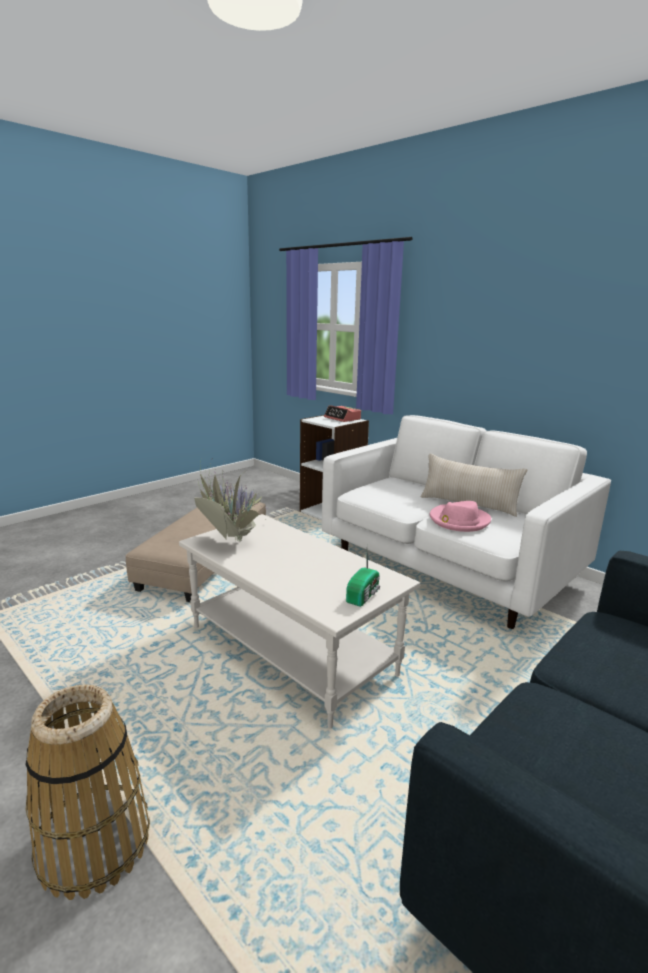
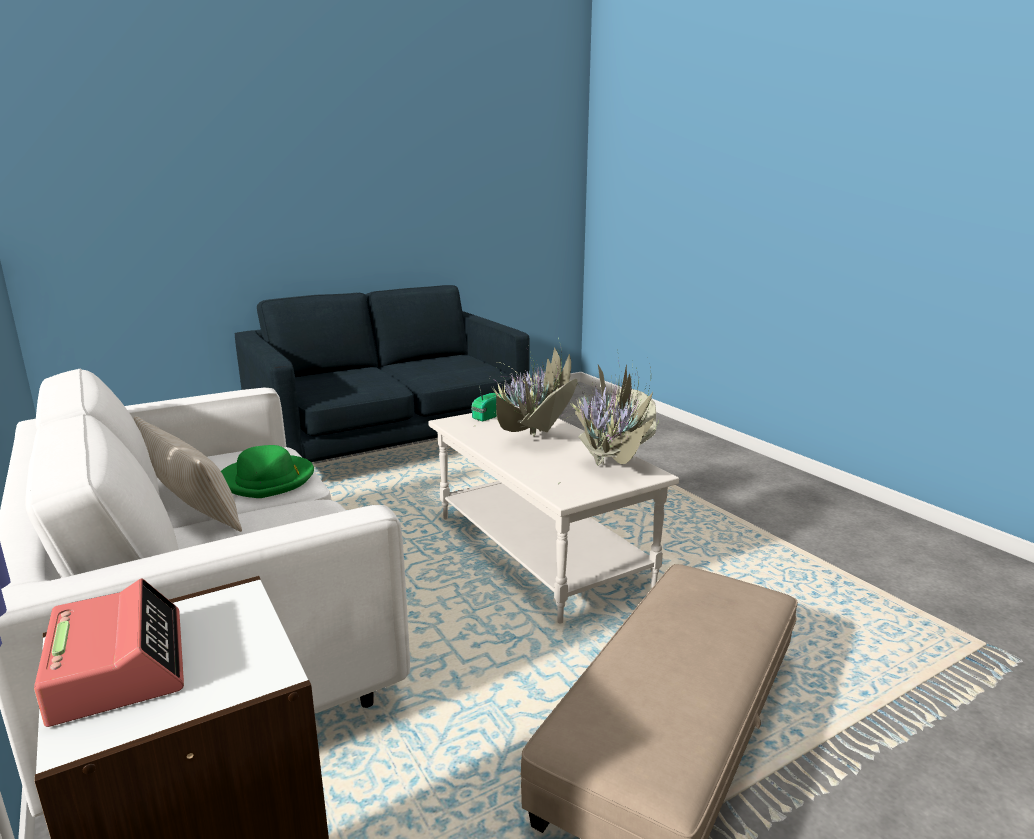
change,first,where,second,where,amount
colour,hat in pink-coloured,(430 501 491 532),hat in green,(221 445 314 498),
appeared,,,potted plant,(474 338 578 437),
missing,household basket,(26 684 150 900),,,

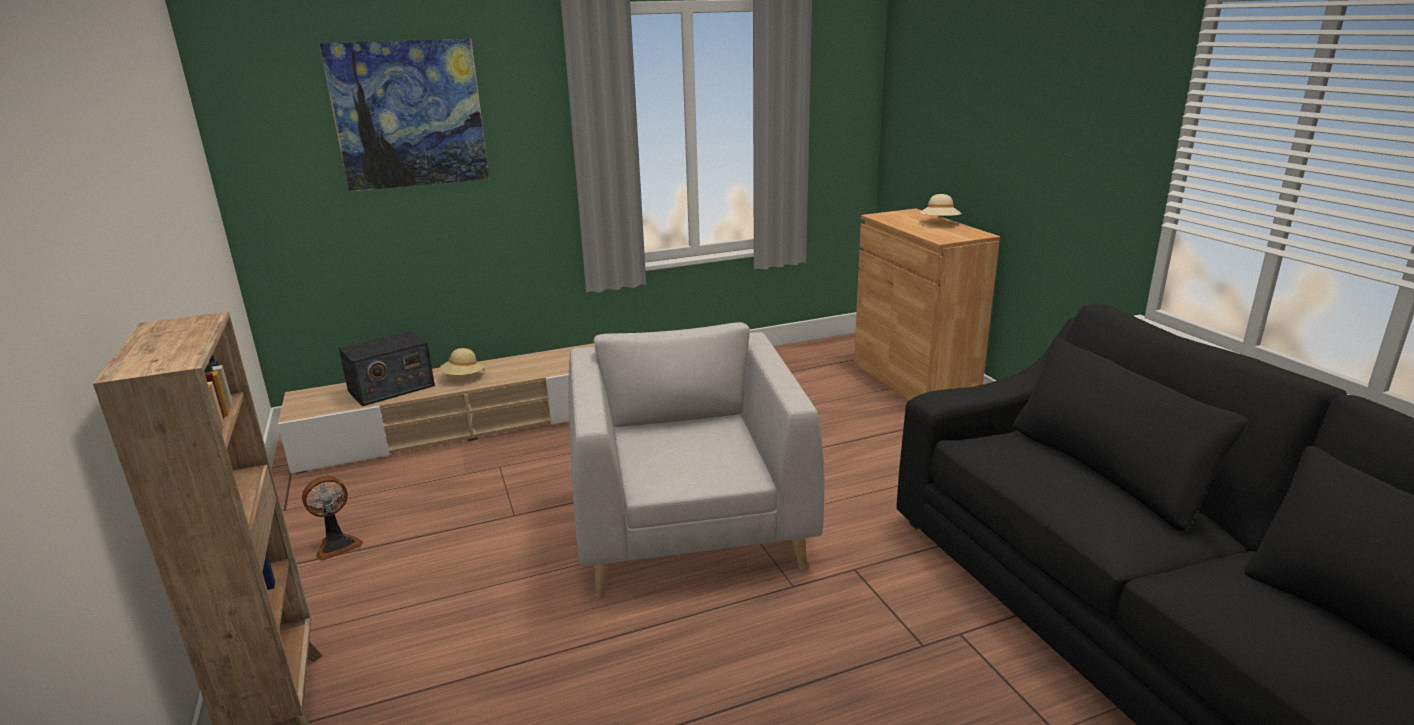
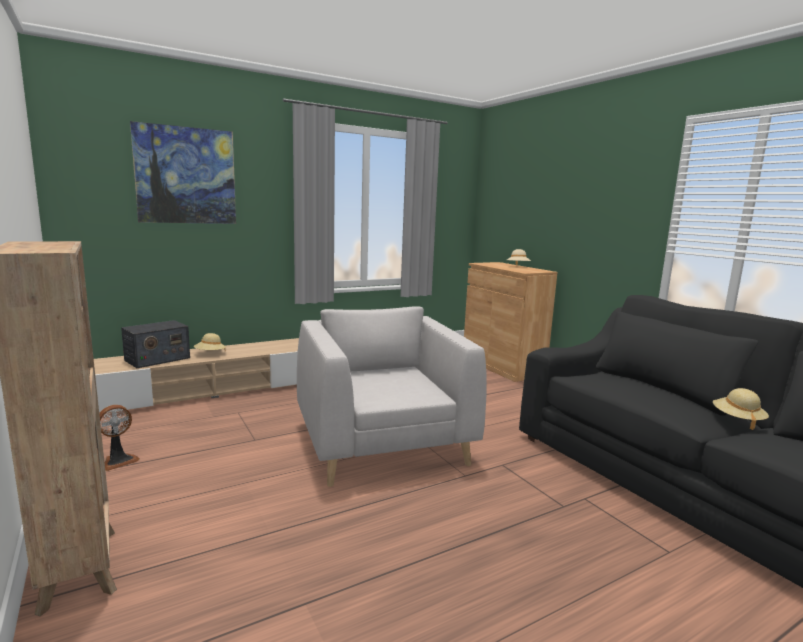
change,first,where,second,where,amount
appeared,,,hat in beige,(713 388 769 430),

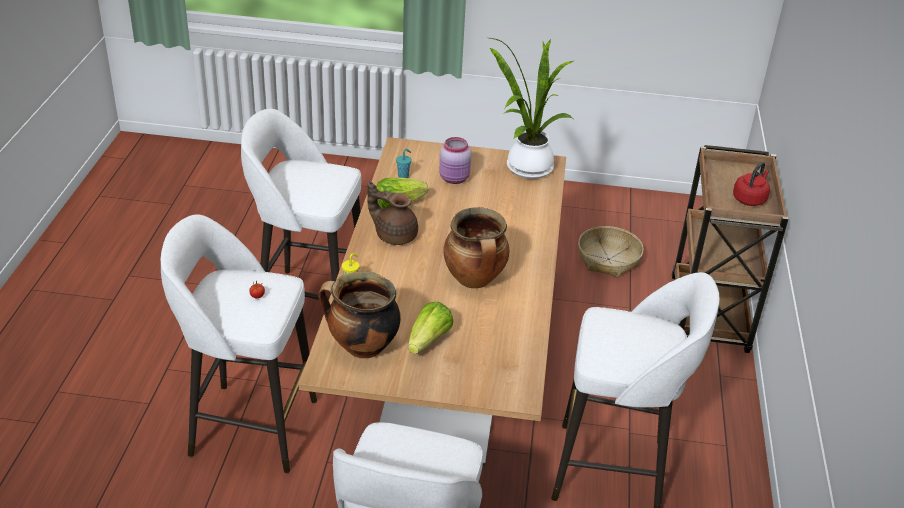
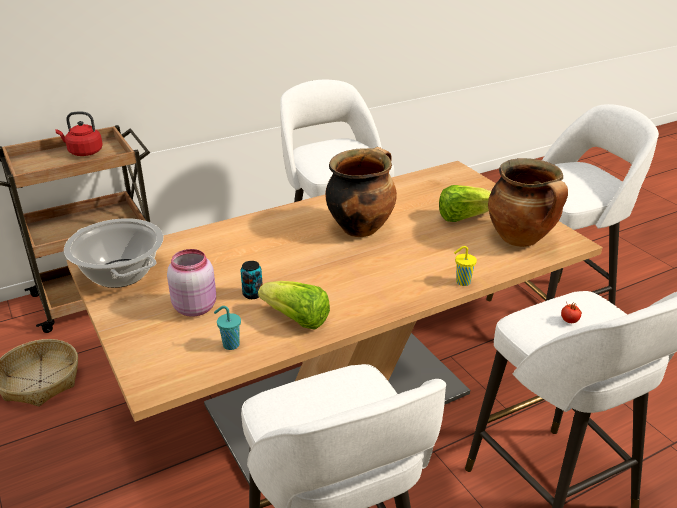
change,first,where,second,where,amount
exchanged,potted plant,(490 38 573 179),stockpot,(64 218 163 288),
appeared,,,metal can,(241 261 263 299),
missing,pot for tea in brown,(367 181 418 245),,,

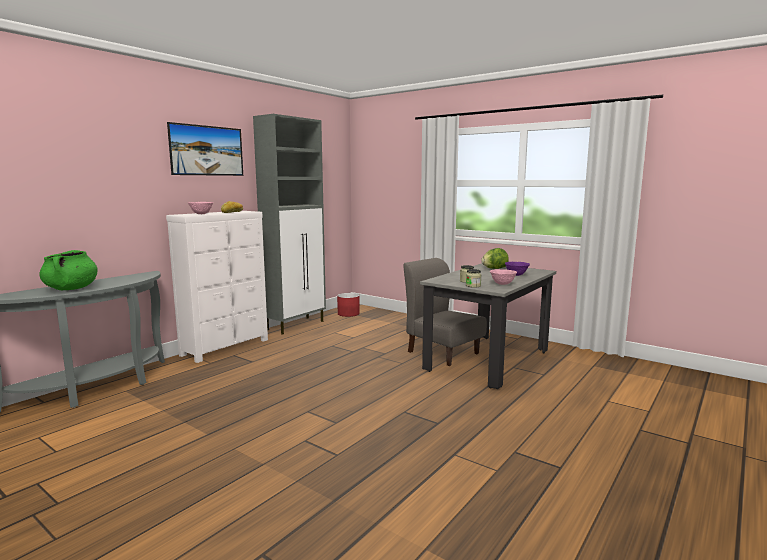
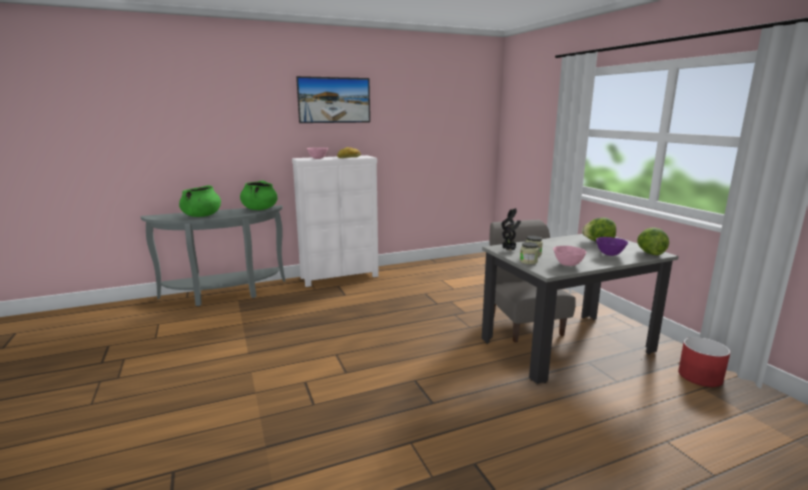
change,first,where,second,where,amount
appeared,,,stockpot in green,(240 180 278 210),
appeared,,,potted plant,(502 208 521 251),
appeared,,,lettuce,(637 227 669 255),
relocated,flower pot in red,(337 293 360 317),,(678 337 730 387),
missing,cabinet in gray,(253 114 326 335),,,

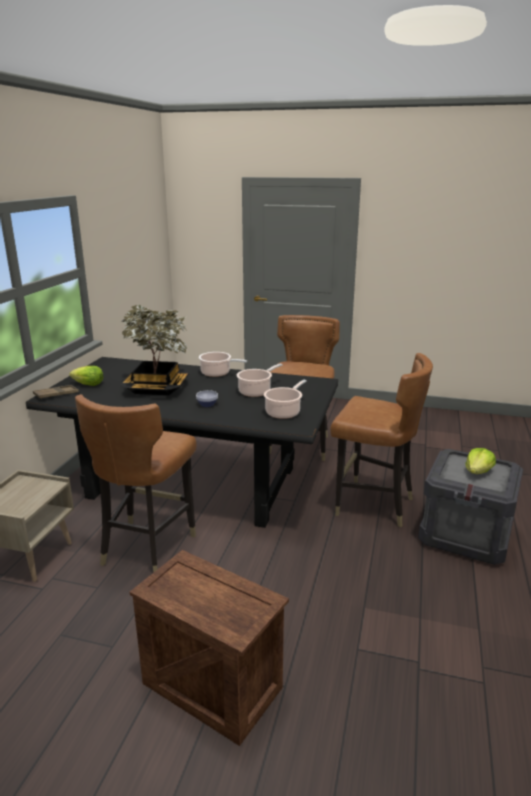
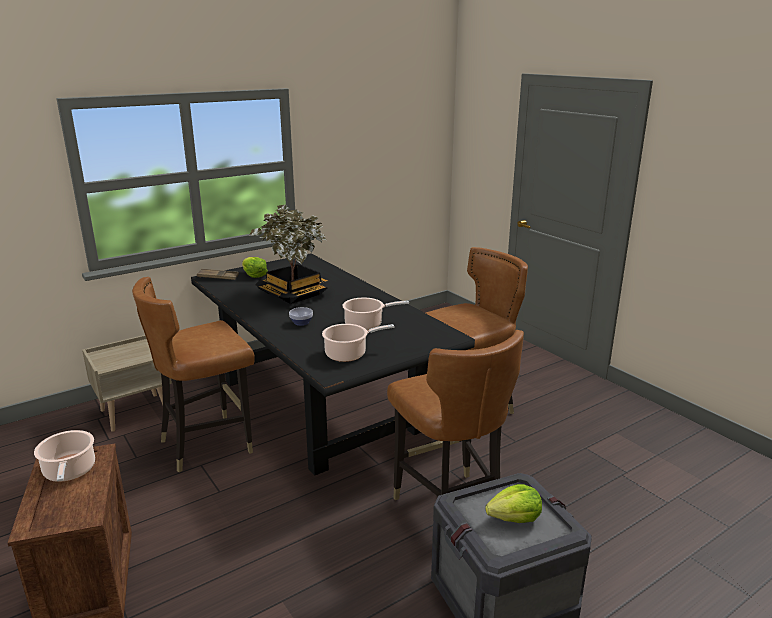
change,first,where,second,where,amount
relocated,stockpot,(199 352 247 377),,(34 430 95 482),

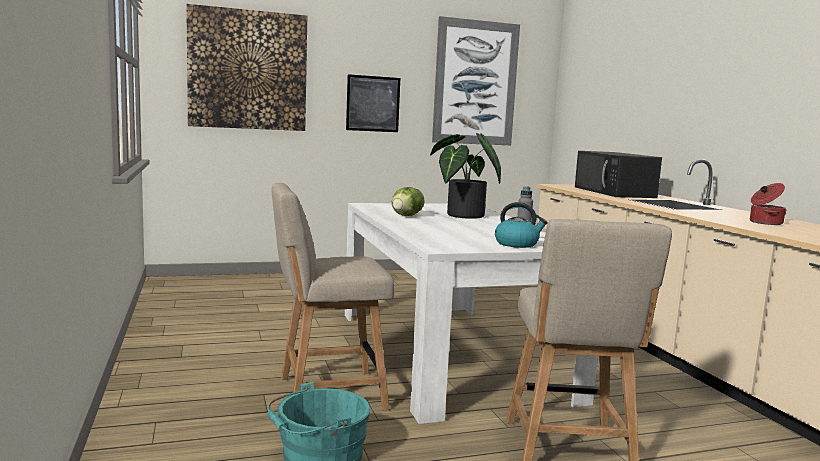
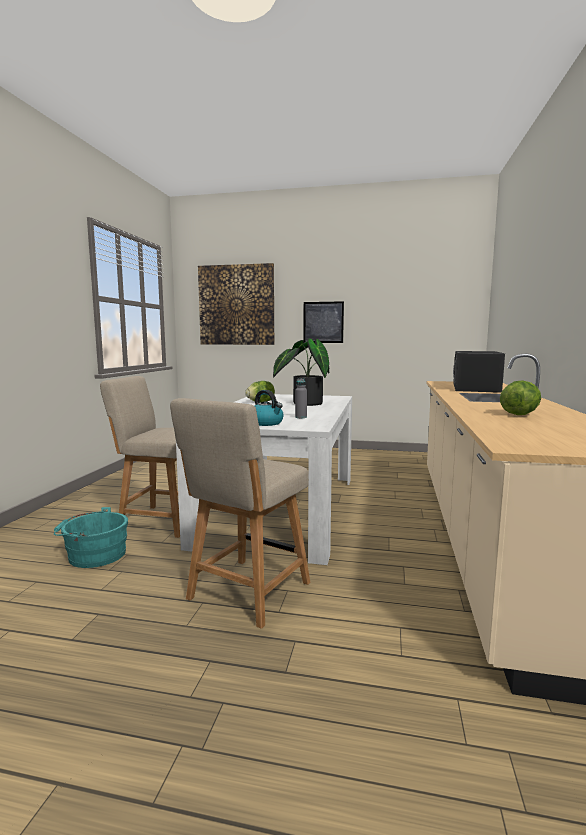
change,first,where,second,where,amount
exchanged,stockpot,(750 183 787 225),lettuce,(500 380 541 415),
missing,wall picture,(432 16 520 145),,,

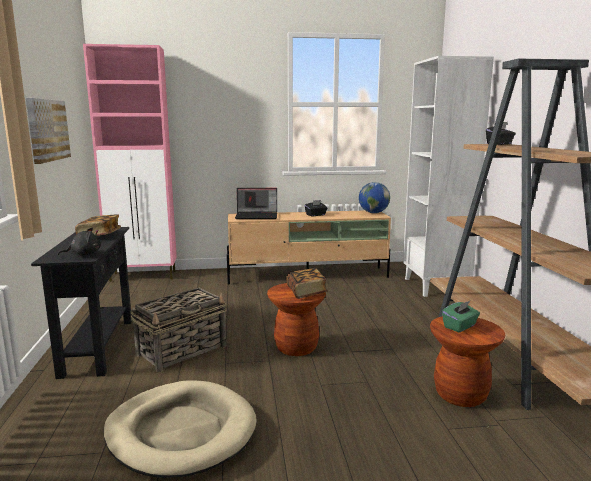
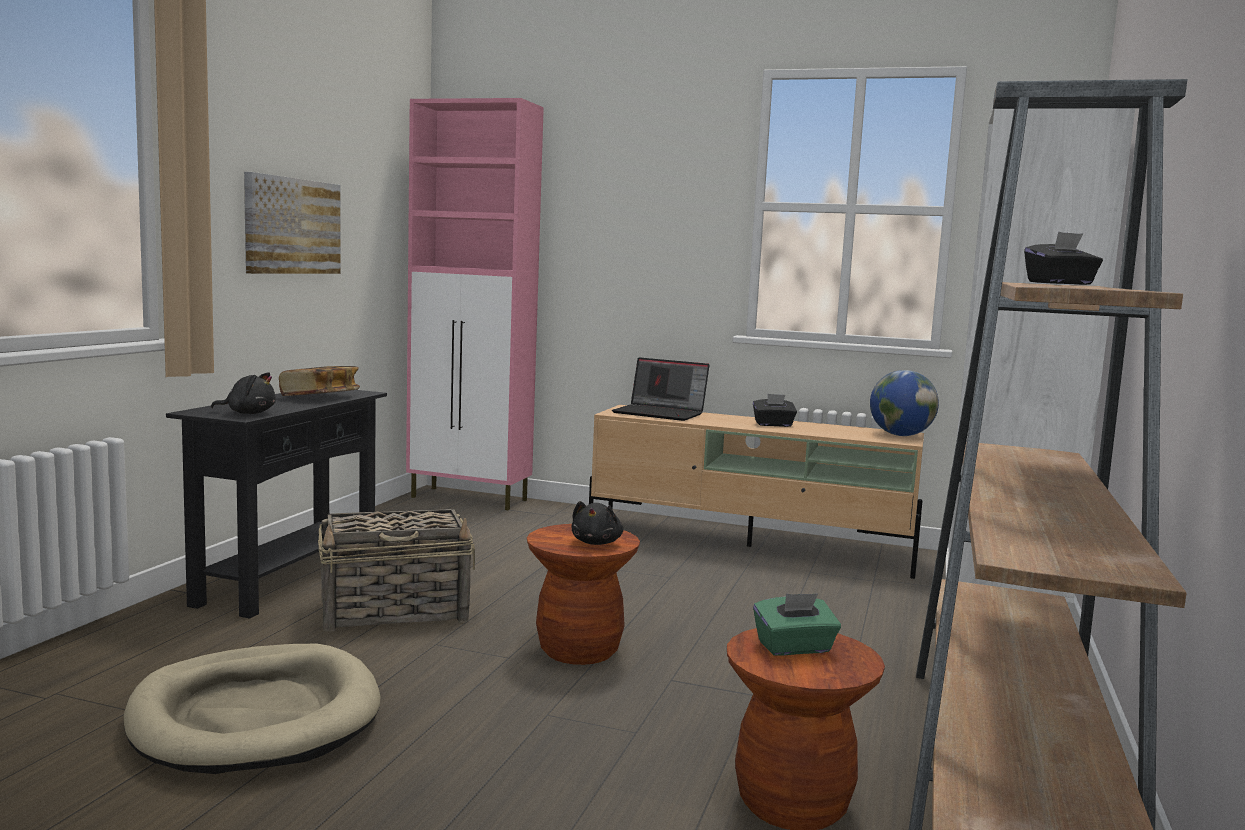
change,first,where,second,where,amount
exchanged,bound book,(286 268 327 299),soft toy in black-coloured,(572 501 623 545),

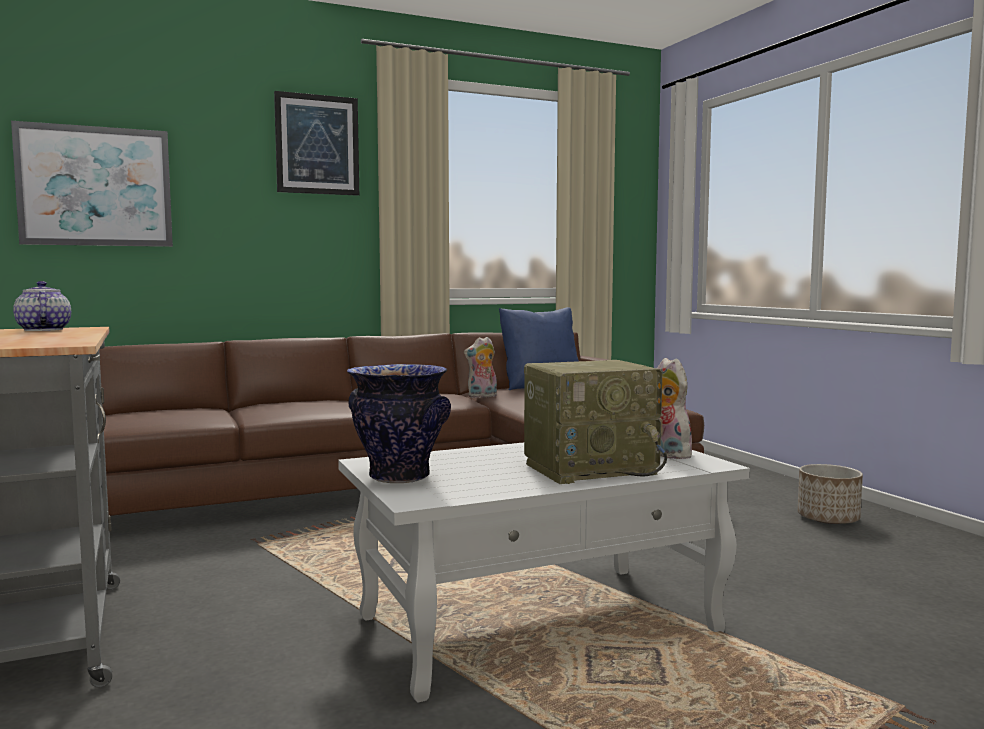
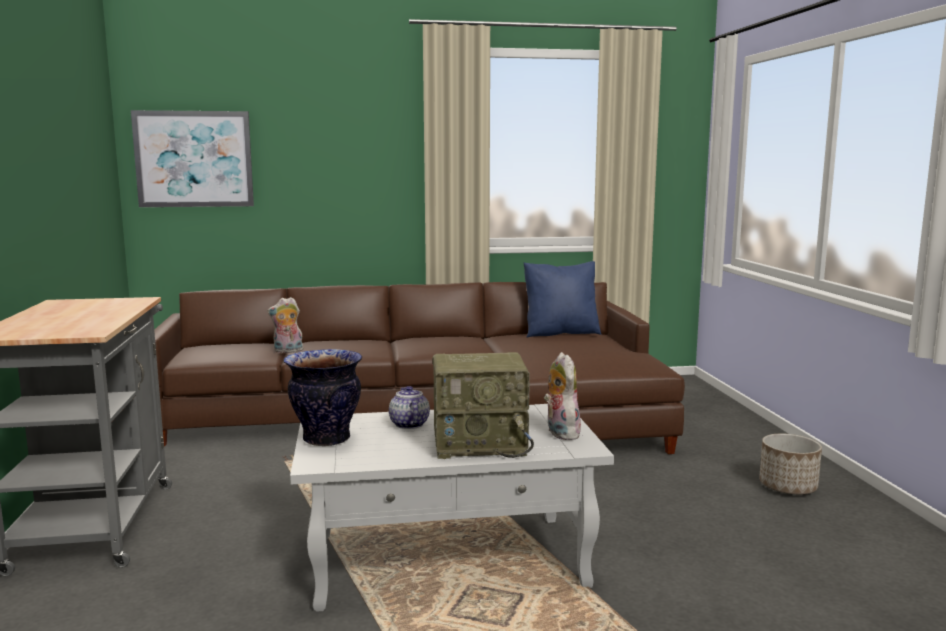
change,first,where,second,where,amount
relocated,soft toy,(464 337 497 398),,(267 297 303 353),
relocated,pot for tea,(13 281 71 331),,(389 386 430 429),
missing,wall picture,(274 91 359 196),,,

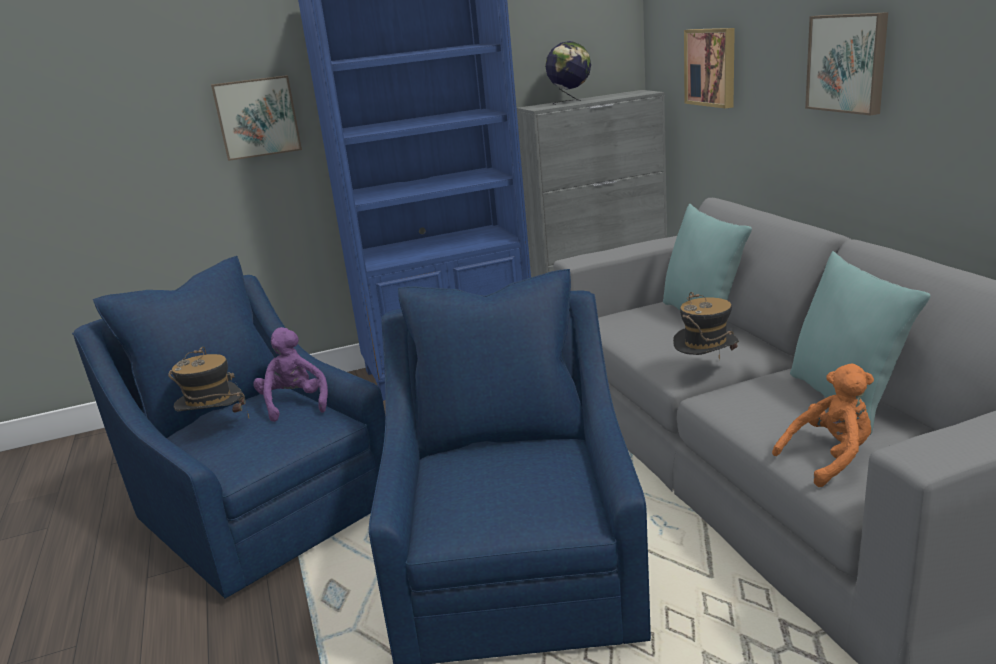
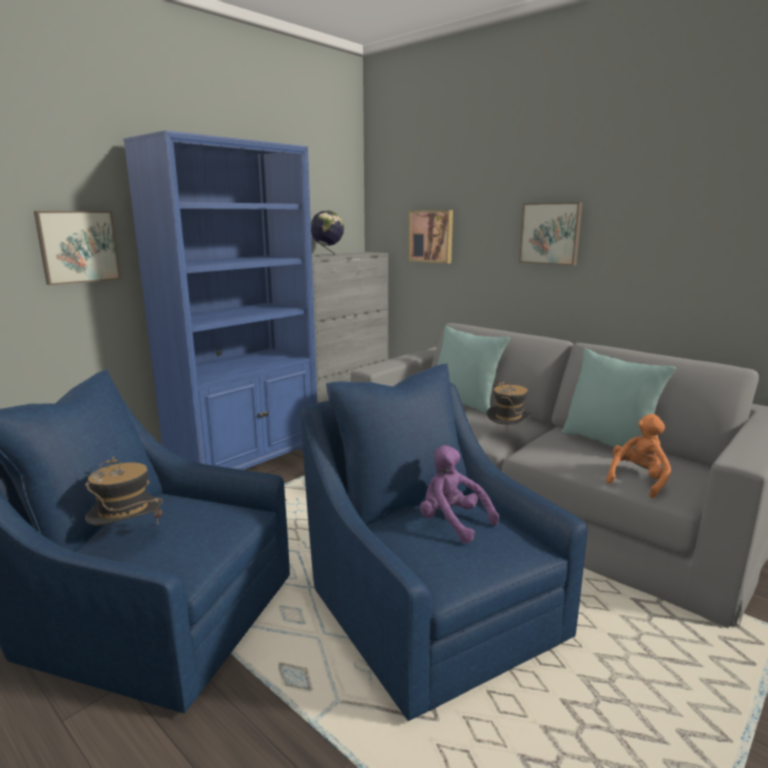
change,first,where,second,where,amount
relocated,soft toy in purple-coloured,(253 327 328 422),,(420 445 499 543),

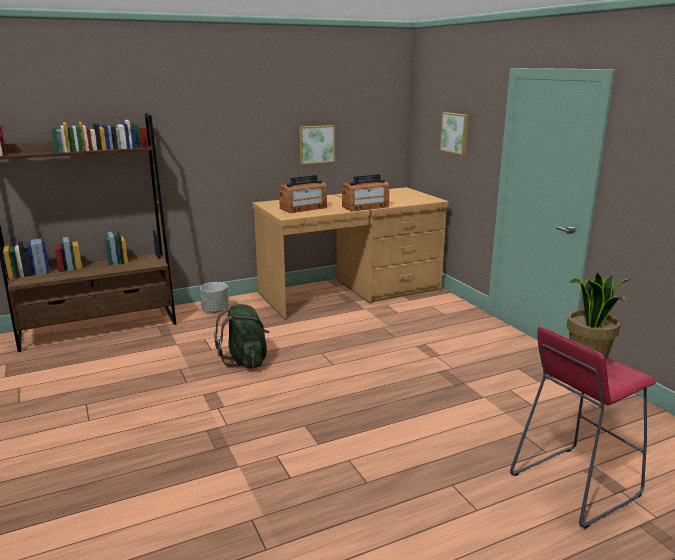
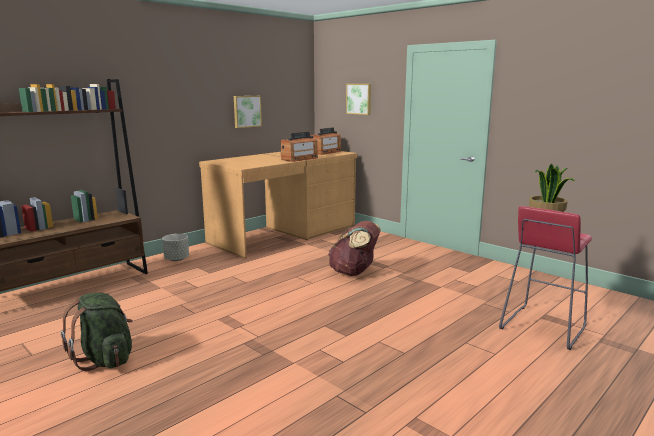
change,first,where,second,where,amount
relocated,knapsack in green,(214 304 270 368),,(61 293 133 371),
relocated,radio set,(279 175 327 213),,(310 127 341 155),
appeared,,,knapsack in brown,(328 221 381 276),

